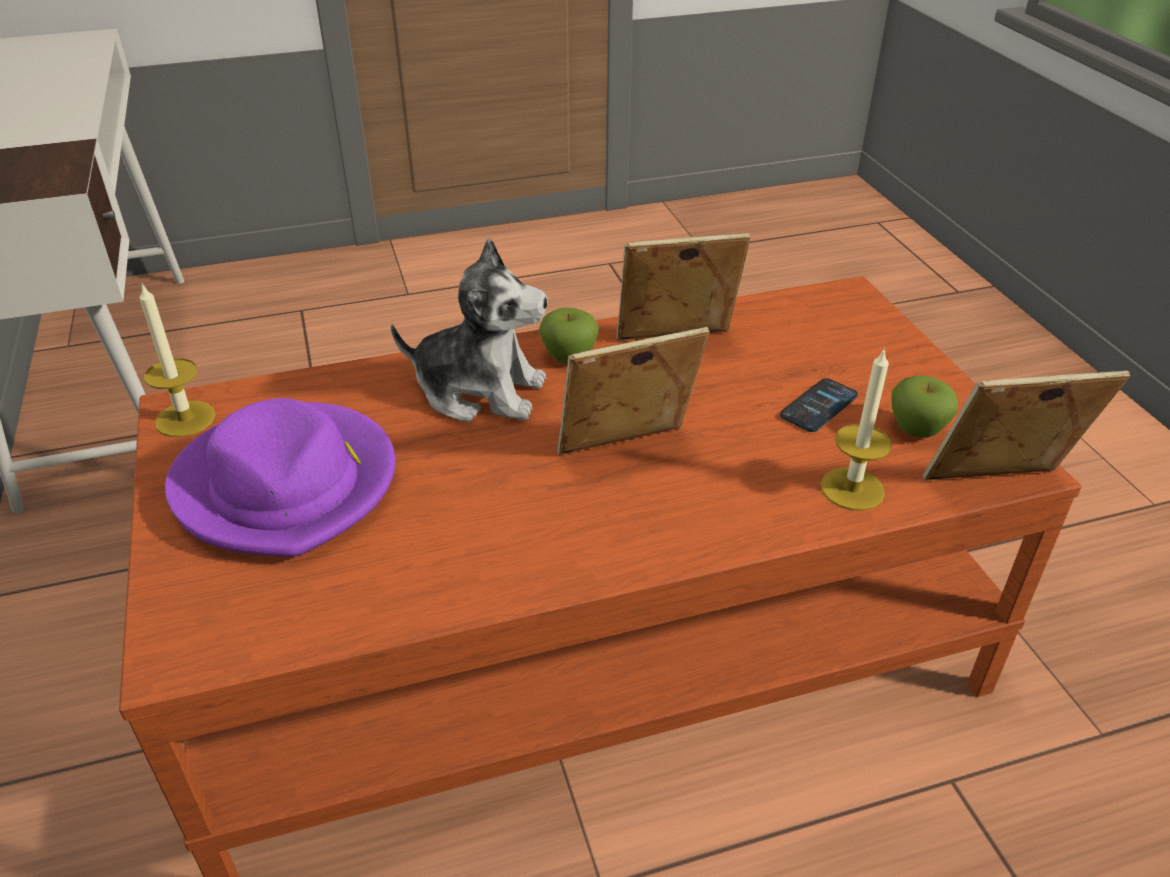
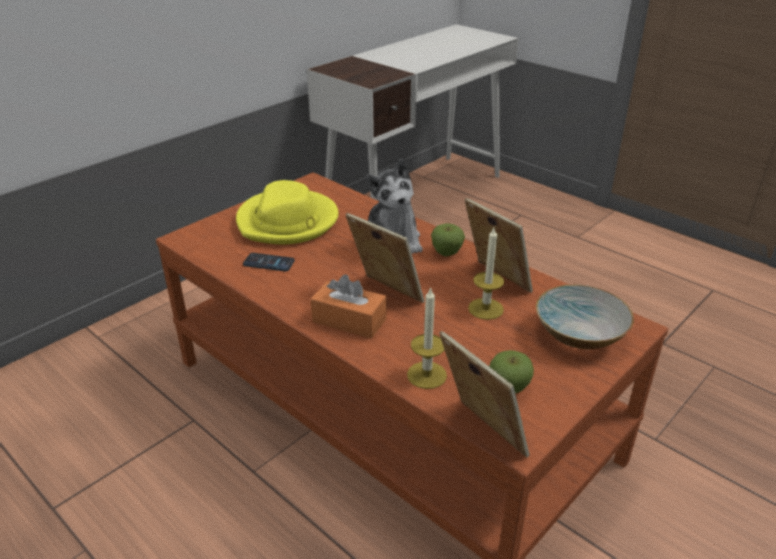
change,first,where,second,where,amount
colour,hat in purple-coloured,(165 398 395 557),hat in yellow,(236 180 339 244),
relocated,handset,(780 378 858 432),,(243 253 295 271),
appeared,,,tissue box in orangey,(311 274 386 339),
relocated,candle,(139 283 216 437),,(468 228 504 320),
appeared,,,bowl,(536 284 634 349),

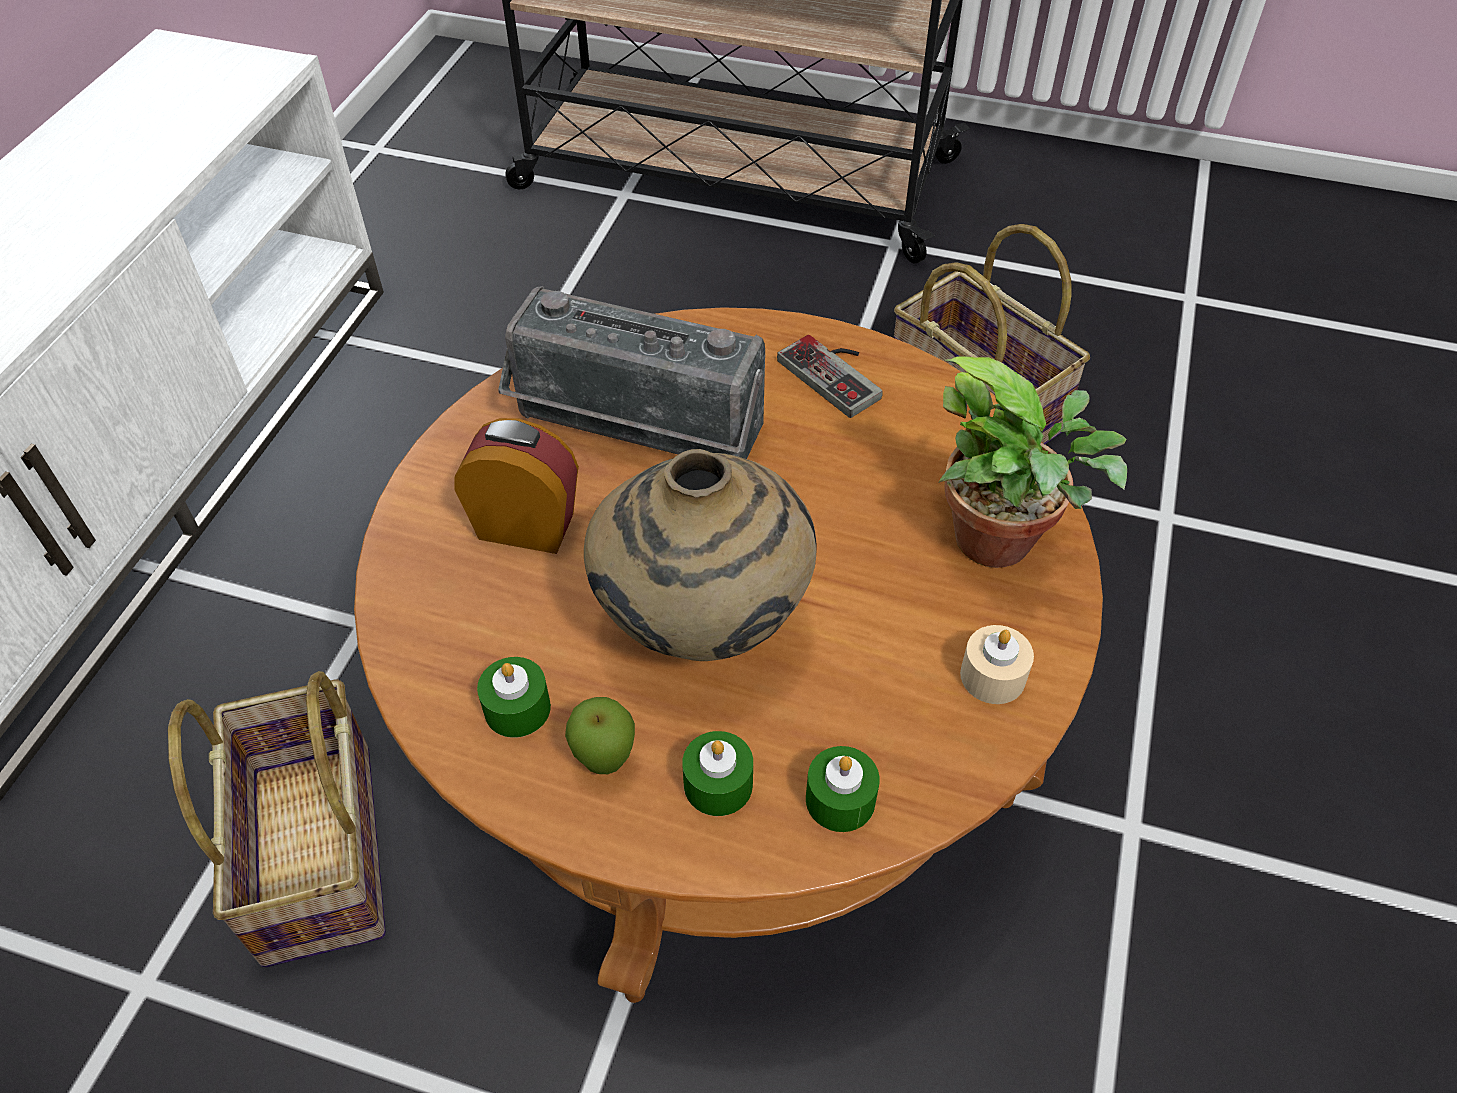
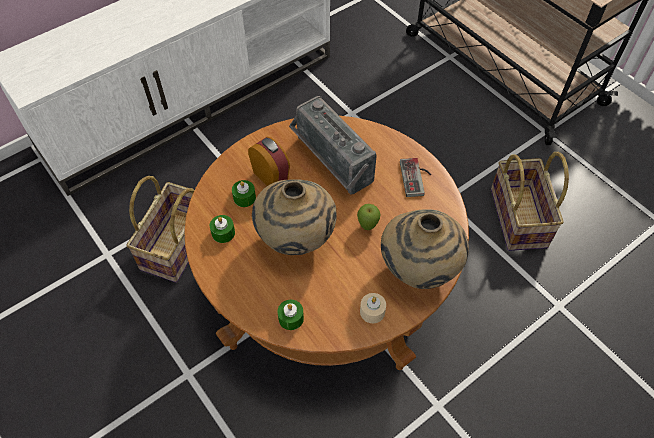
change,first,where,second,where,amount
relocated,candle in green,(682 731 753 816),,(232 180 256 207),
relocated,whole apple,(565 697 635 774),,(357 204 381 230),
exchanged,potted plant,(939 356 1127 568),decorative vase in beige,(381 209 469 289),

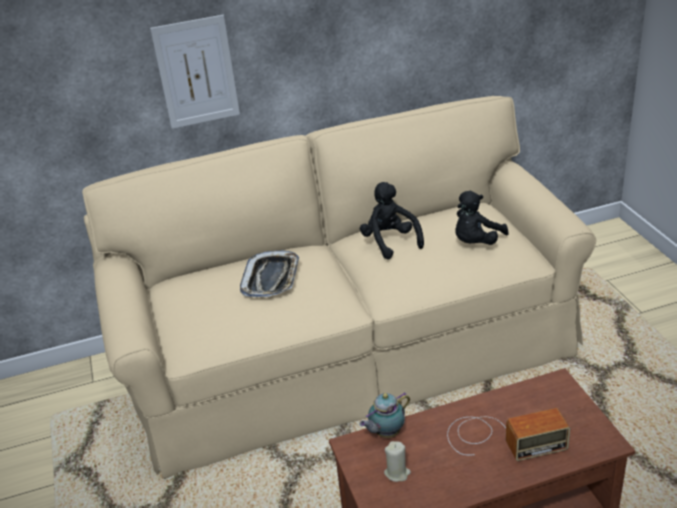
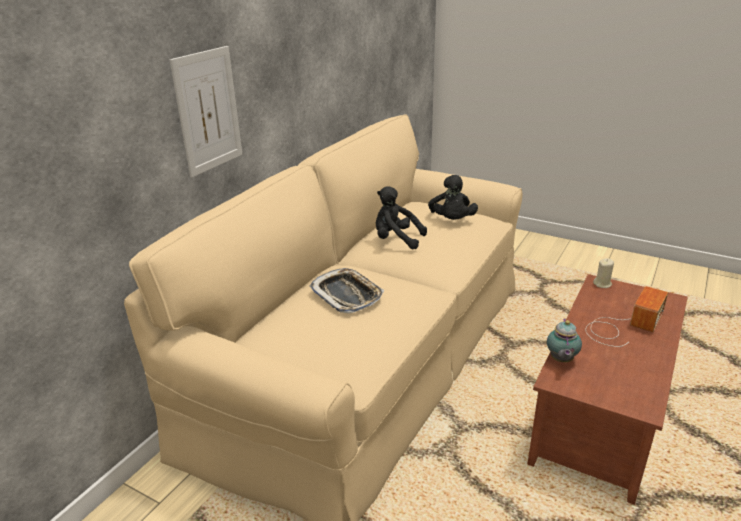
change,first,where,second,where,amount
relocated,candle in beige,(384 441 411 482),,(593 259 614 288),

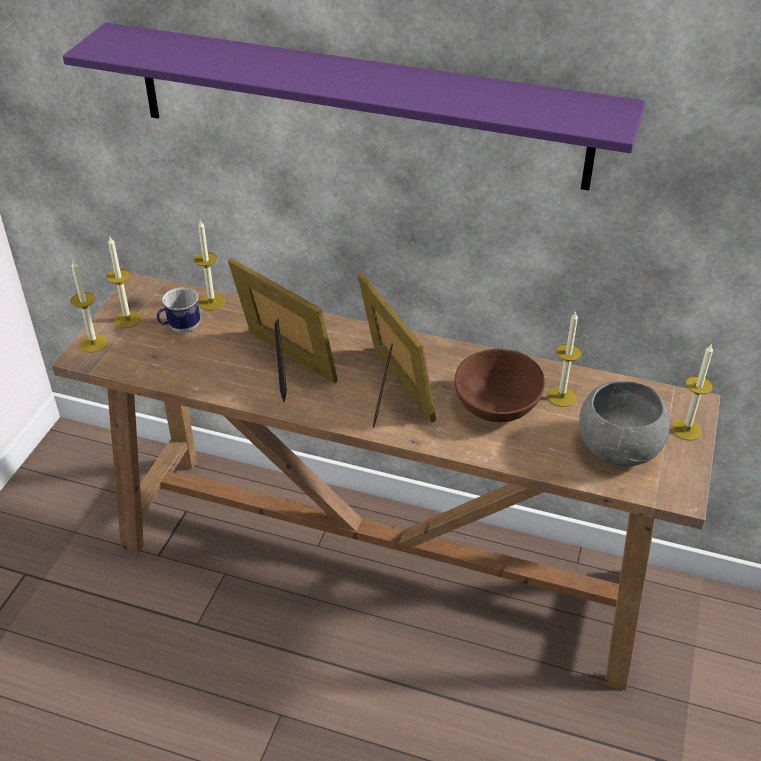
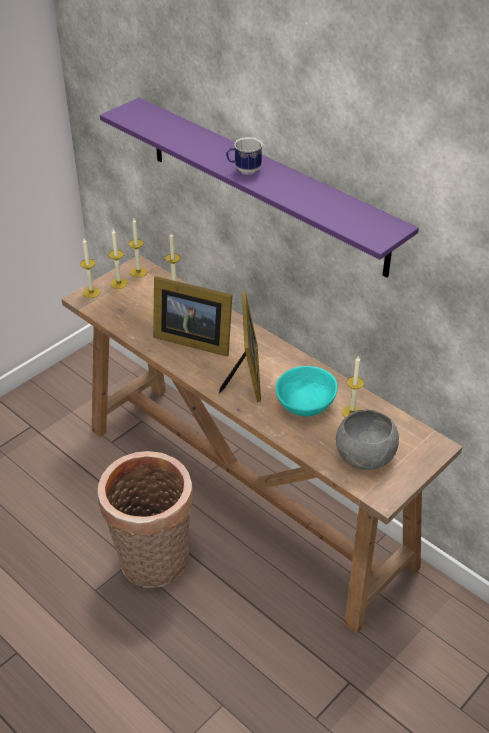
change,first,where,second,where,amount
appeared,,,household basket,(98 451 193 588),
relocated,candle,(672 344 713 441),,(129 218 147 278),
spun,picture frame,(228 258 338 402),,(153 276 232 357),135 degrees clockwise
relocated,coffee mug,(157 287 200 333),,(226 137 263 174),
colour,bowl in brown,(455 349 545 422),bowl in turquoise,(276 366 337 417),

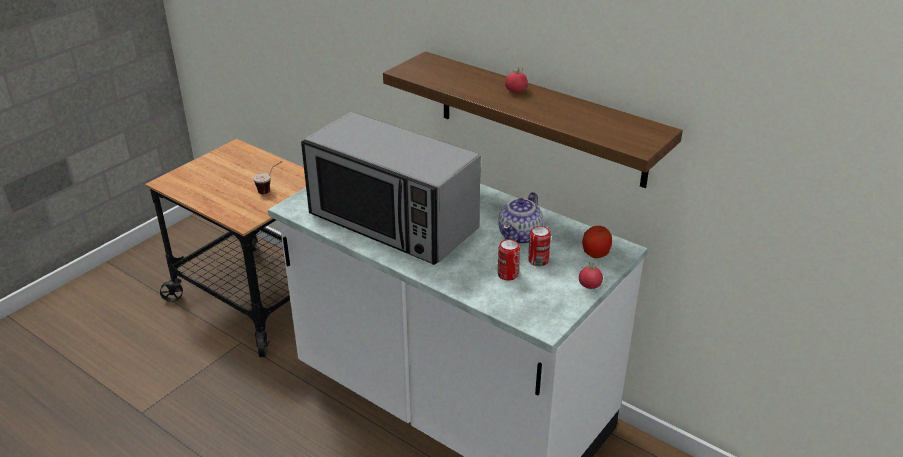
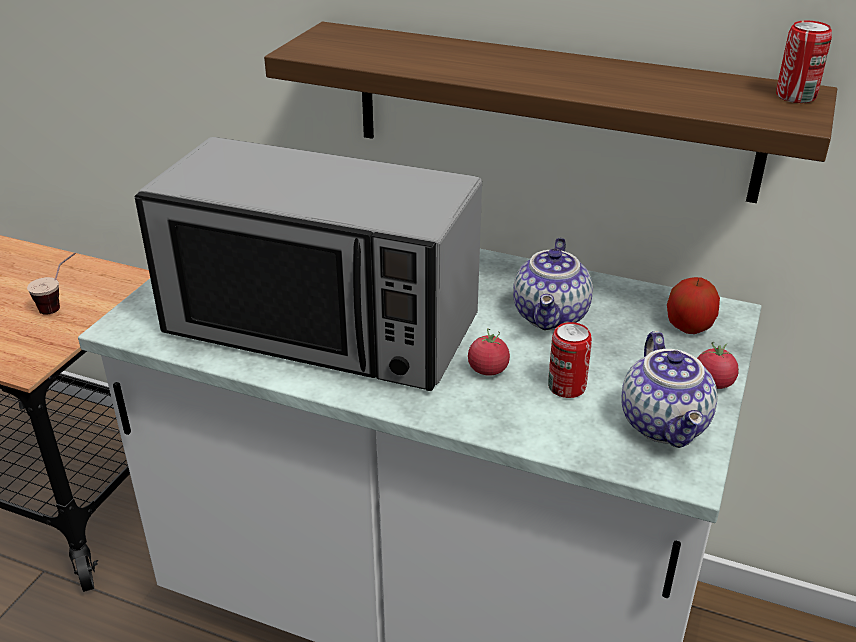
change,first,where,second,where,amount
relocated,whole tomato,(505 67 528 93),,(468 328 510 376),
appeared,,,pot for tea,(621 331 717 448),
relocated,metal can,(528 226 551 266),,(776 21 832 103),

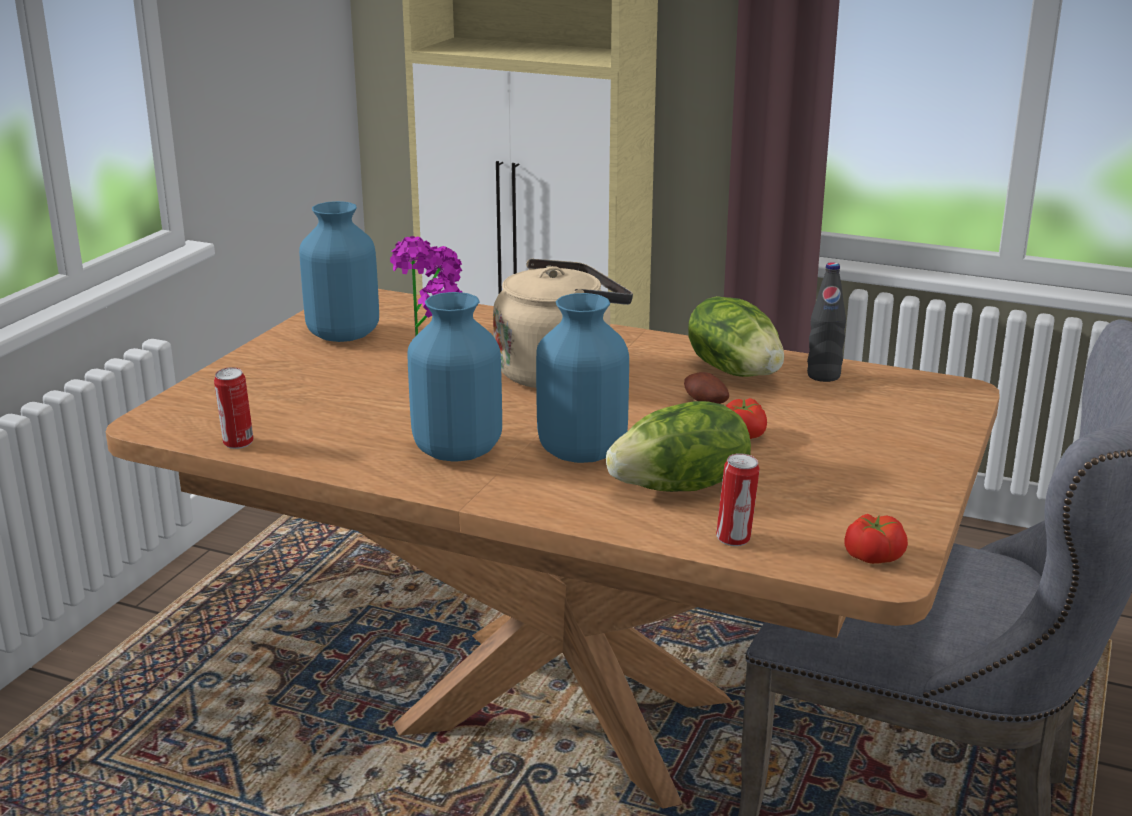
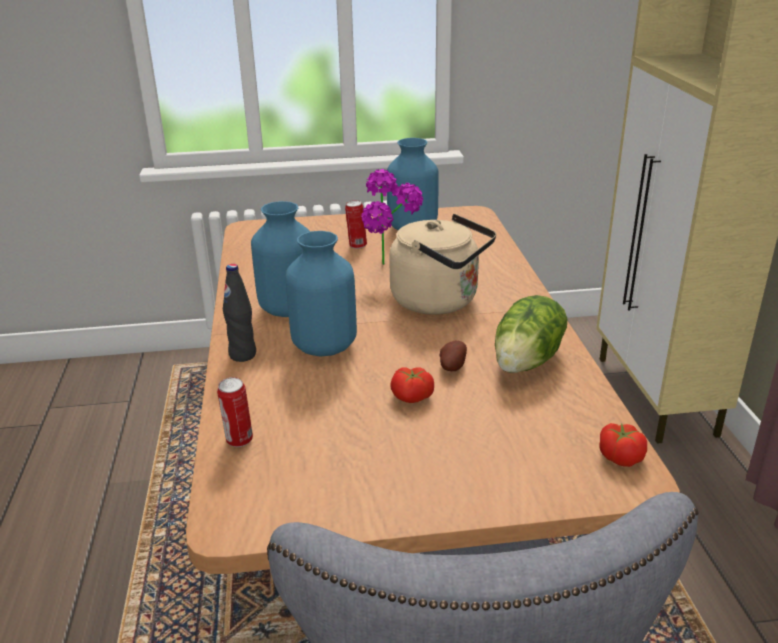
change,first,where,second,where,amount
relocated,drink bottle in black-coloured,(807 262 846 382),,(223 264 256 362),
relocated,metal can,(214 367 254 449),,(345 200 367 249),
relocated,whole tomato,(844 514 908 564),,(599 423 647 467),
missing,lettuce,(606 401 751 492),,,

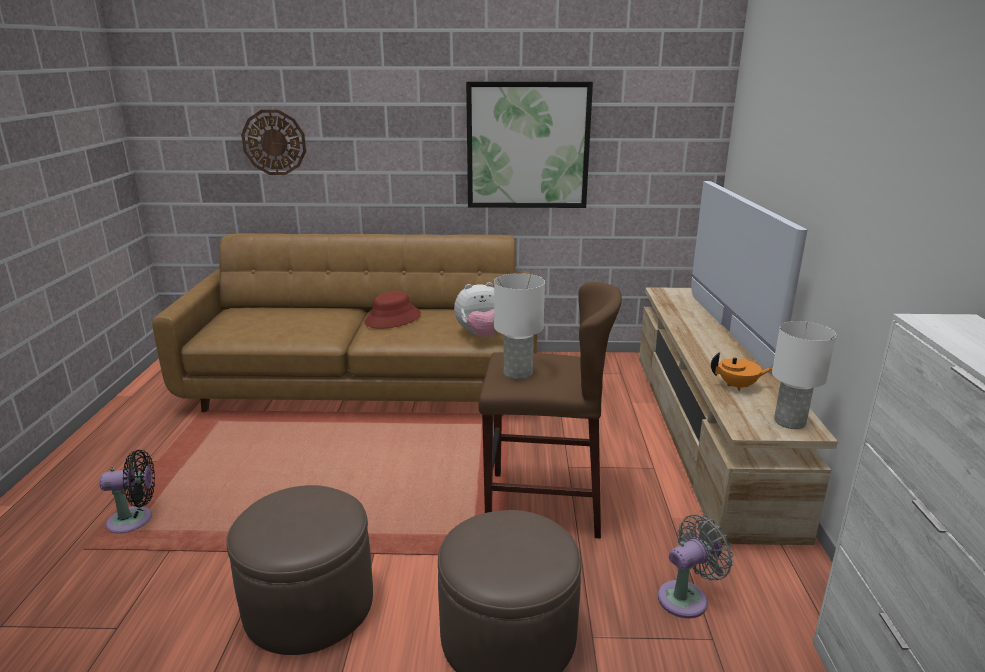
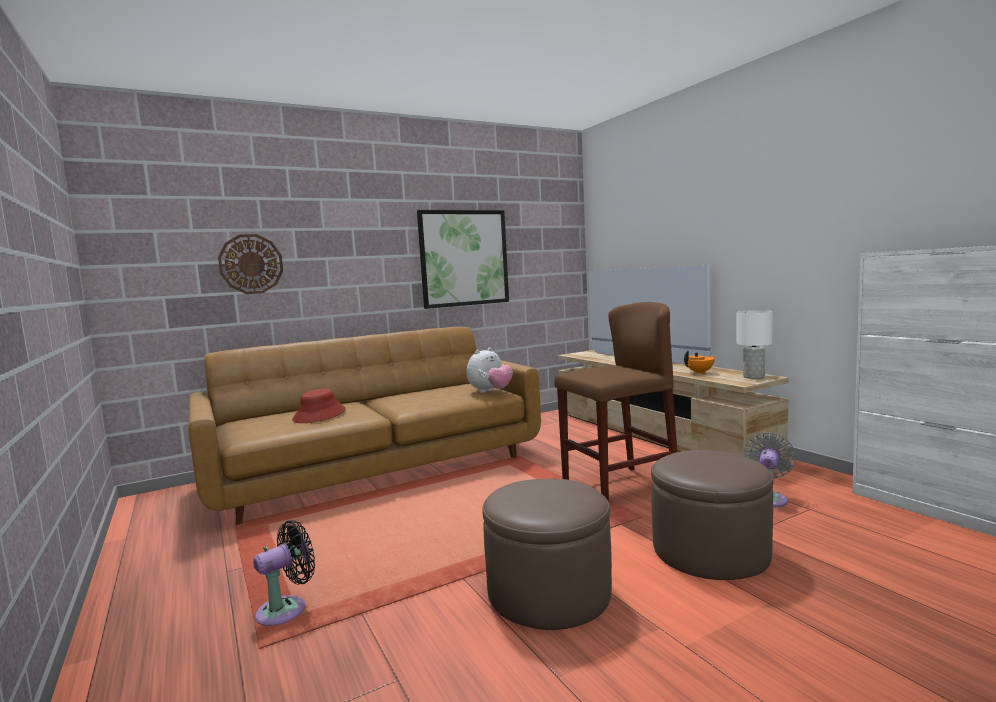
change,first,where,second,where,amount
relocated,hat in red,(364 292 421 329),,(292 389 346 423),
missing,lamp for a table in whitish,(494 273 545 379),,,

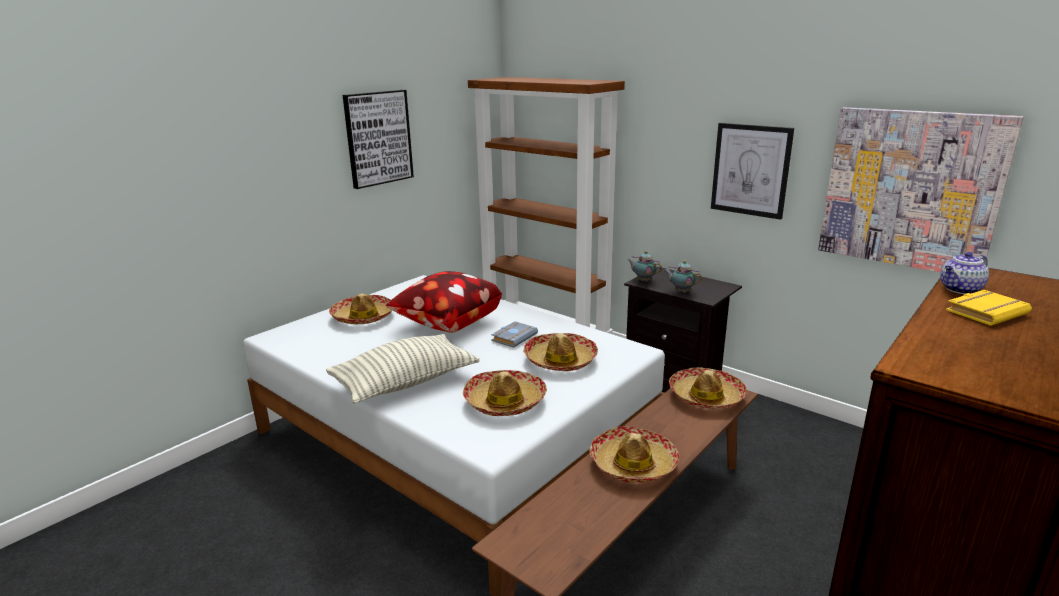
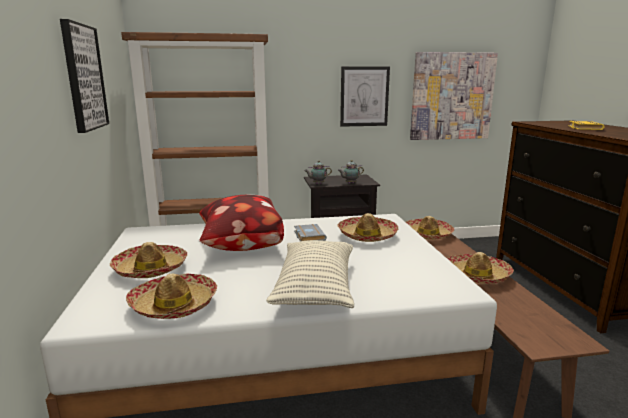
change,first,where,second,where,amount
relocated,hat,(463 370 547 416),,(126 273 217 319),
missing,pot for tea,(940 252 989 294),,,

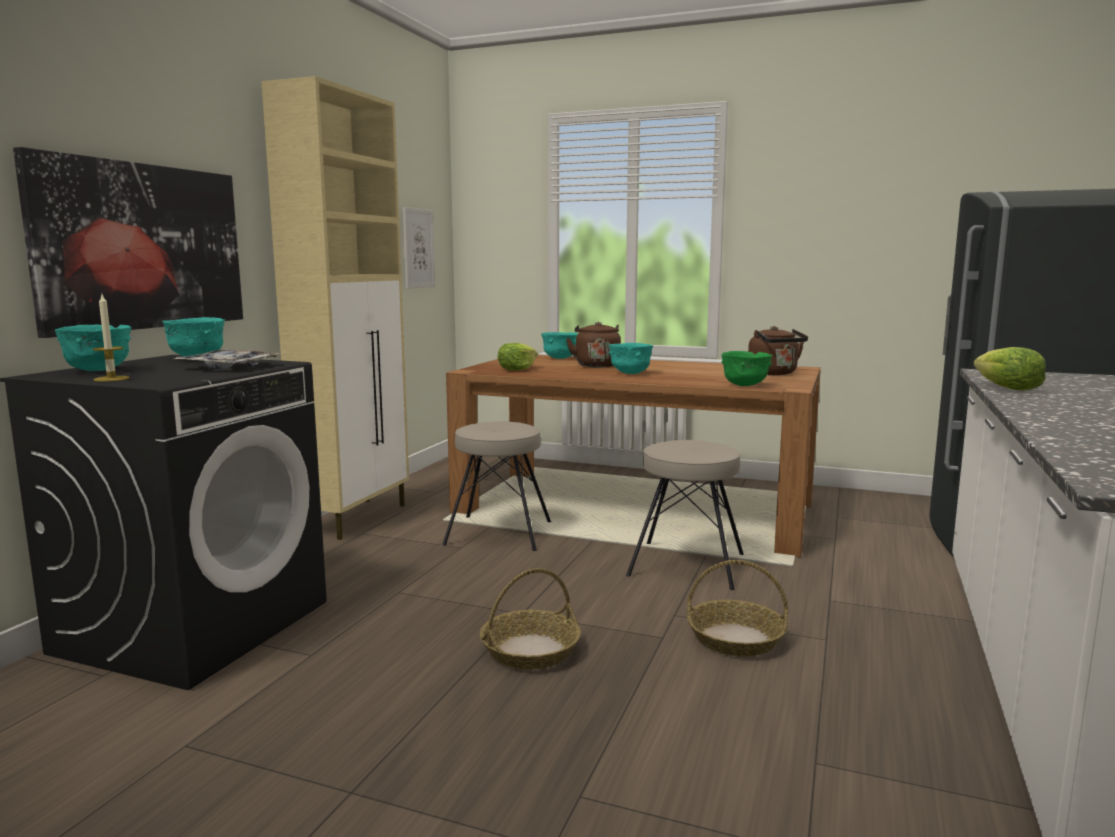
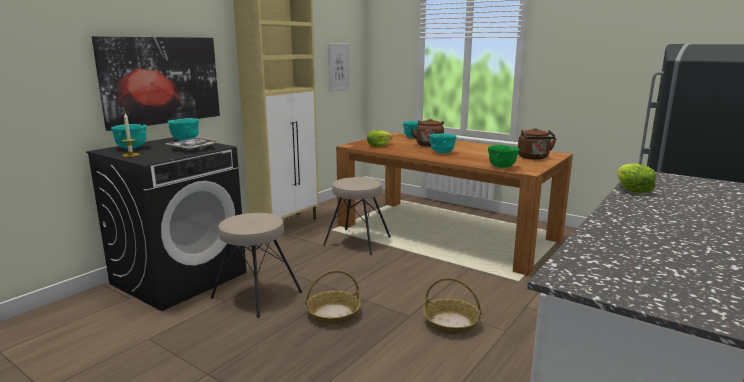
change,first,where,second,where,amount
relocated,stool seat in beige,(626 440 744 590),,(211 213 302 318),

